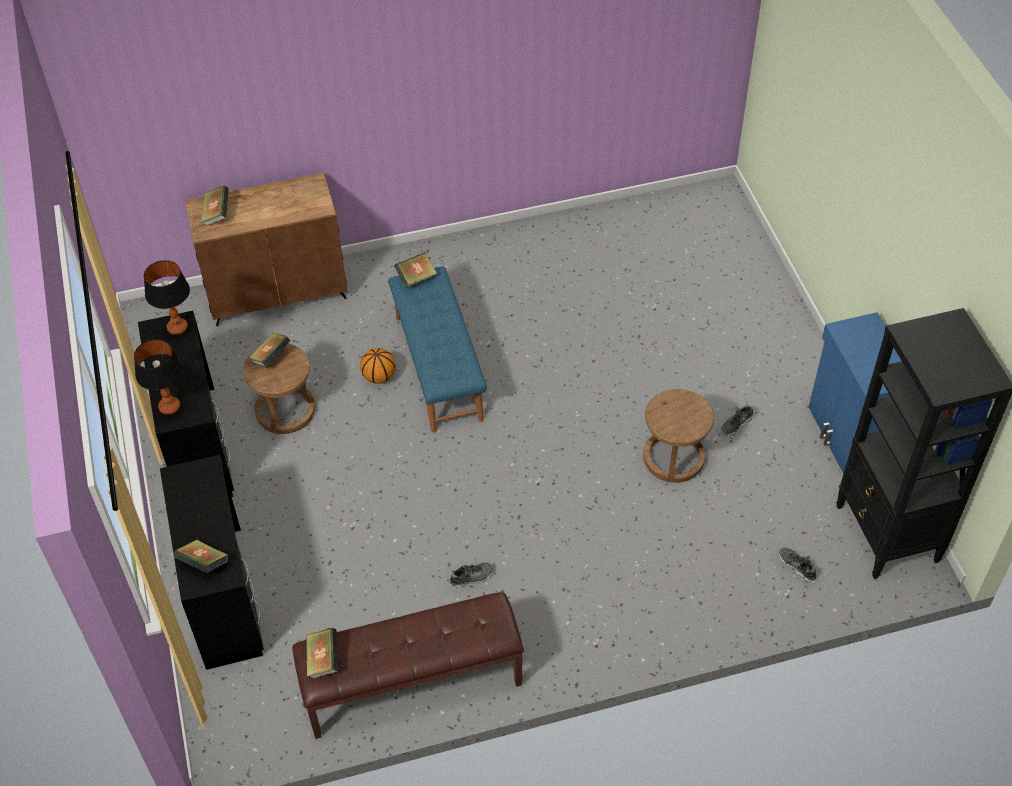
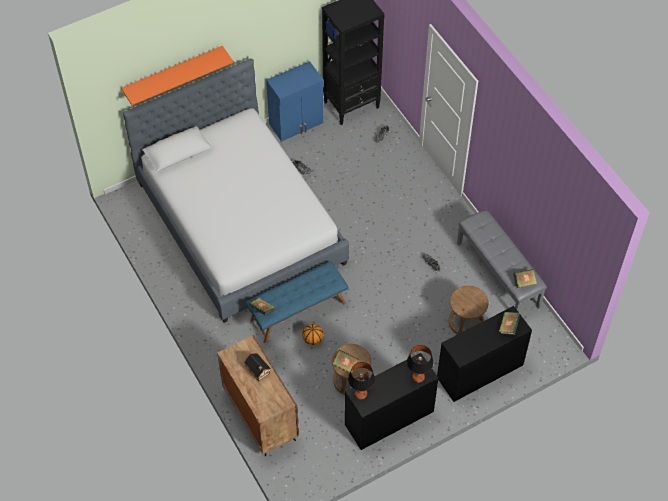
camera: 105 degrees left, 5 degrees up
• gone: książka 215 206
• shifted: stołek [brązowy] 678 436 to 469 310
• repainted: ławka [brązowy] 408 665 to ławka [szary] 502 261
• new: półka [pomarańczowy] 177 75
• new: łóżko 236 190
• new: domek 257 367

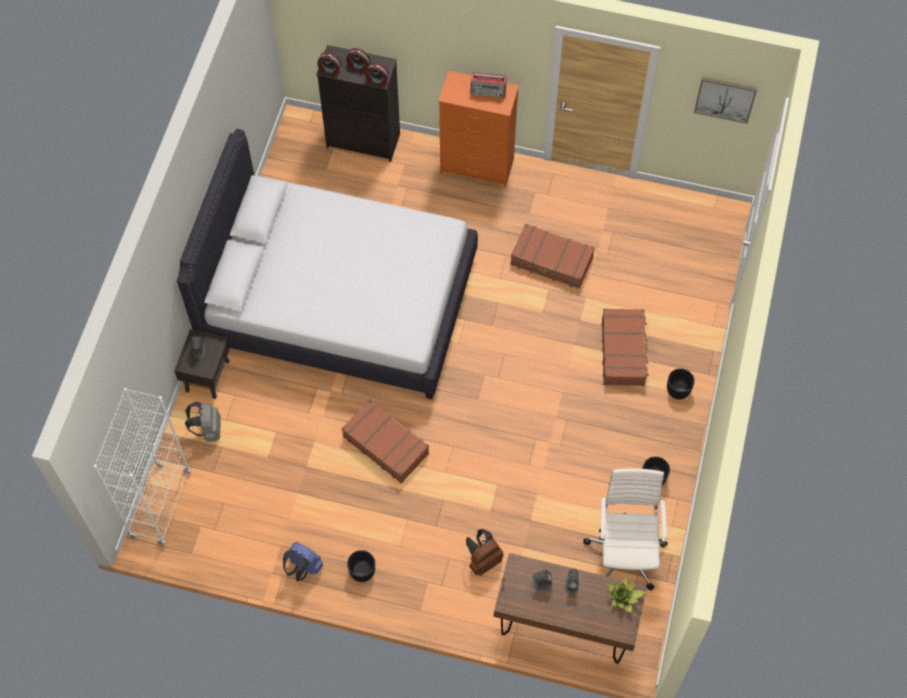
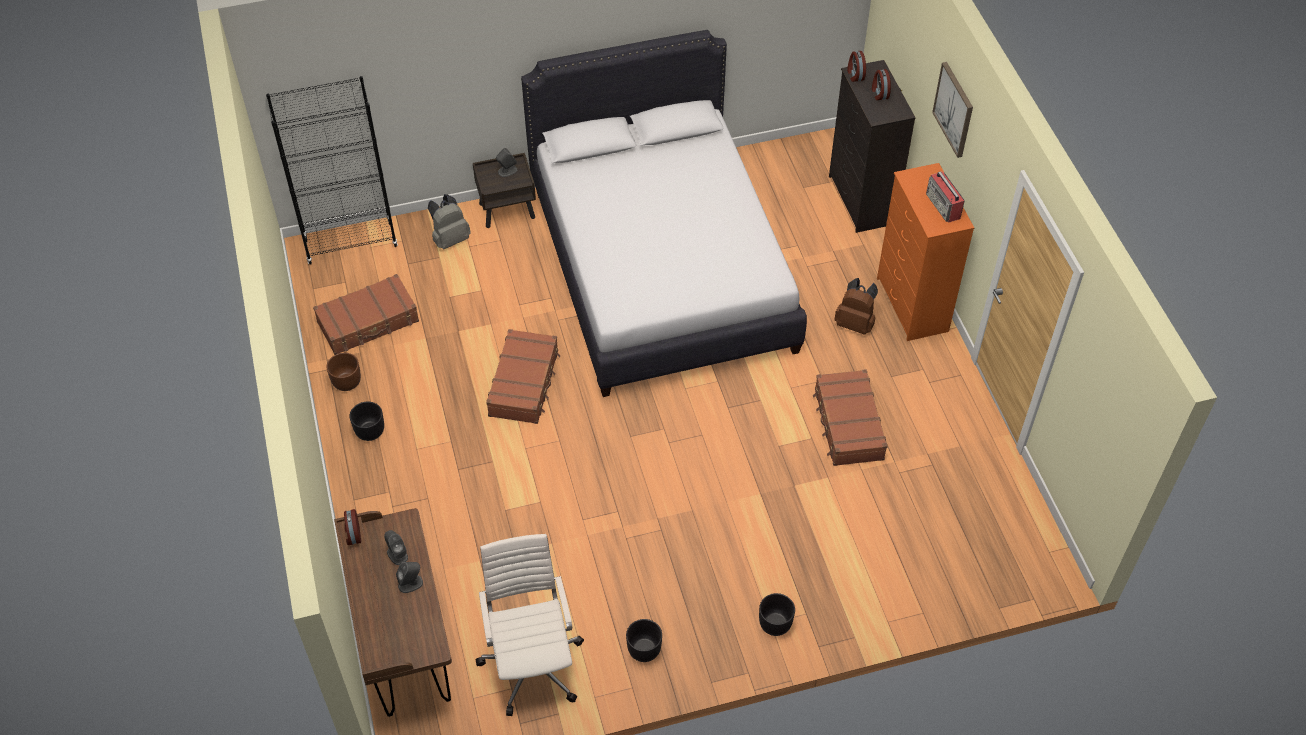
camera: 60 degrees right, 10 degrees down
• shifted: budzik 377 74 to 352 527
• shifted: obraz 725 100 to 952 110
• shifted: walizka [brązowy] 625 347 to 366 314
• repainted: regał [biały] 142 466 to regał [czarny] 332 170
• rotated: krzesło biurowe [biały] 625 529 = 530 625 75 degrees counterclockwise
• shifted: plecak [brązowy] 484 552 to 856 306
• swapped: plecak [niebieski] 303 561 to donica [brązowy] 343 372
• gone: roślina doniczkowa 627 595

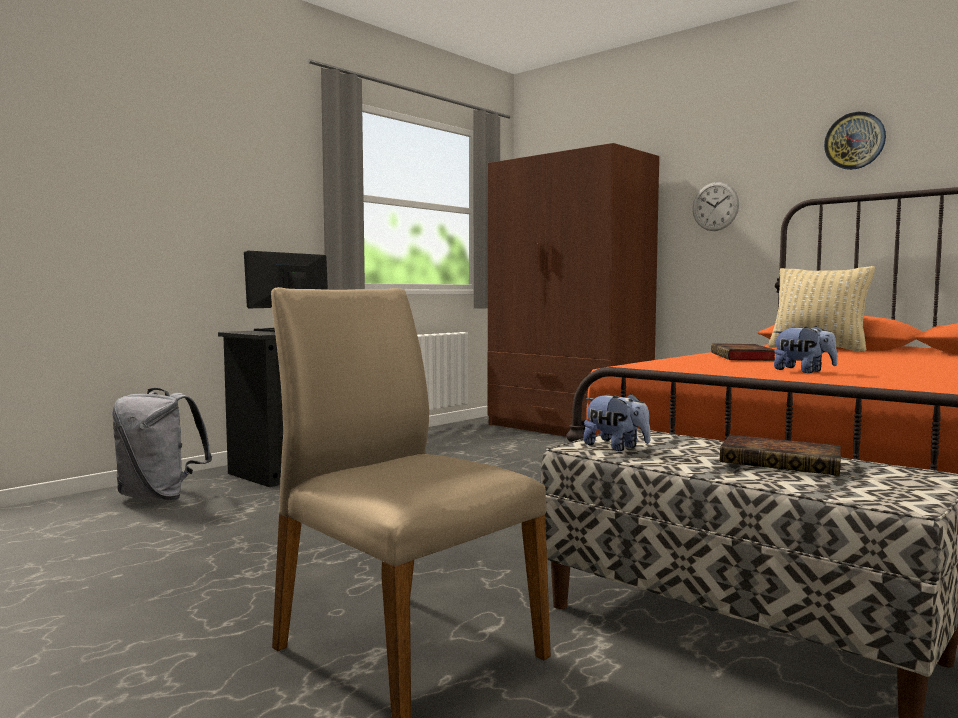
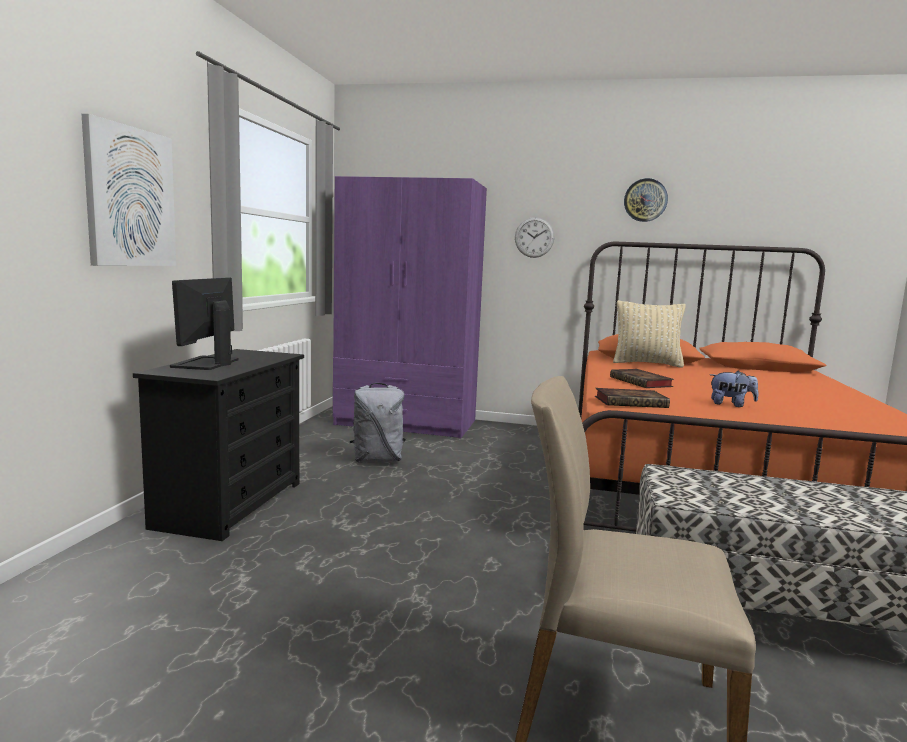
camera: 30 degrees left, 5 degrees up
• repainted: szafa [brązowy] 573 290 to szafa [fioletowy] 410 307
• shifted: plecak [szary] 162 444 to 378 423
• gone: pluszak 617 422
• shifted: książka 780 455 to 632 398
• new: obraz 129 190

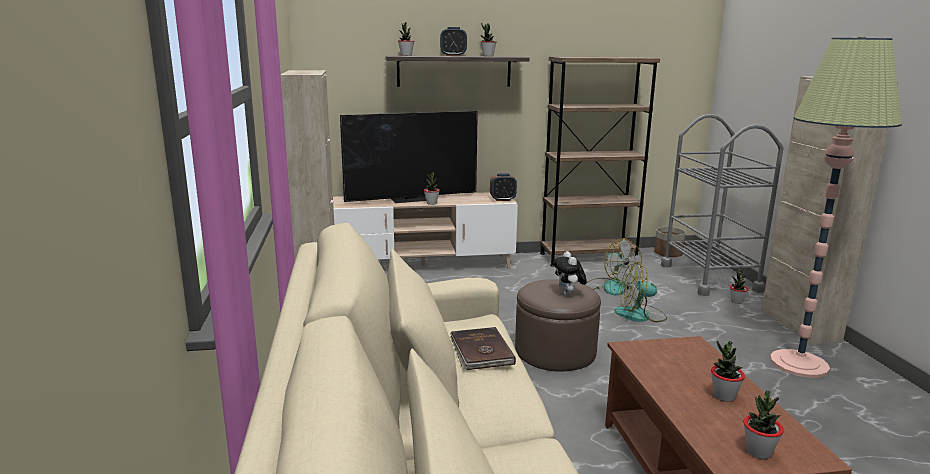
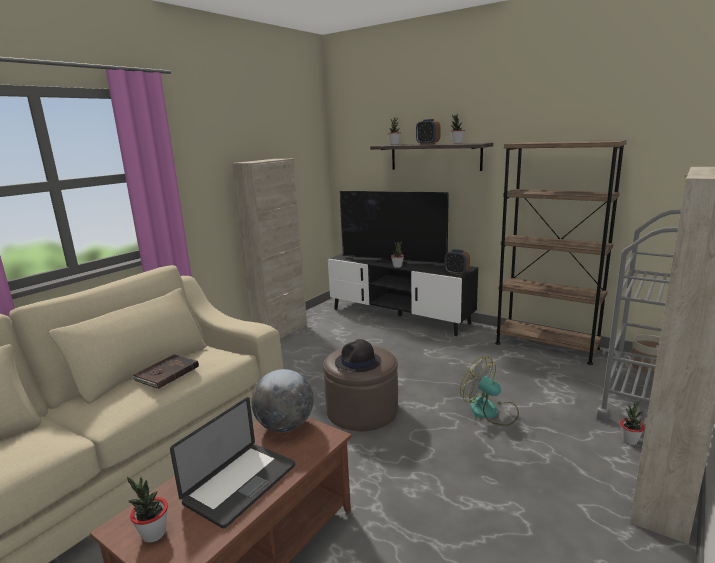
camera: 45 degrees right, 0 degrees up
• gone: lampa stojąca 836 207
• repainted: szafka pod telewizor [beżowy] 425 230 to szafka pod telewizor [czarny] 403 294
• gone: wentylator 613 267
• swapped: pluszak 570 273 to kapelusz [czarny] 358 355
• swapped: roślina doniczkowa 728 371 to laptop 232 463
• new: globus 282 400

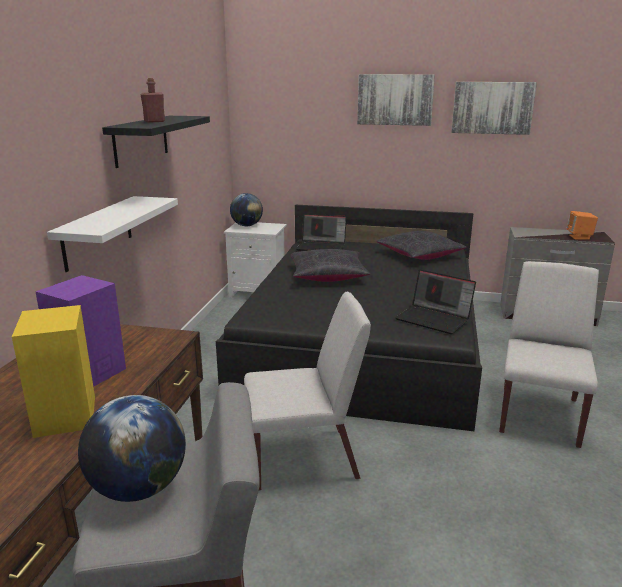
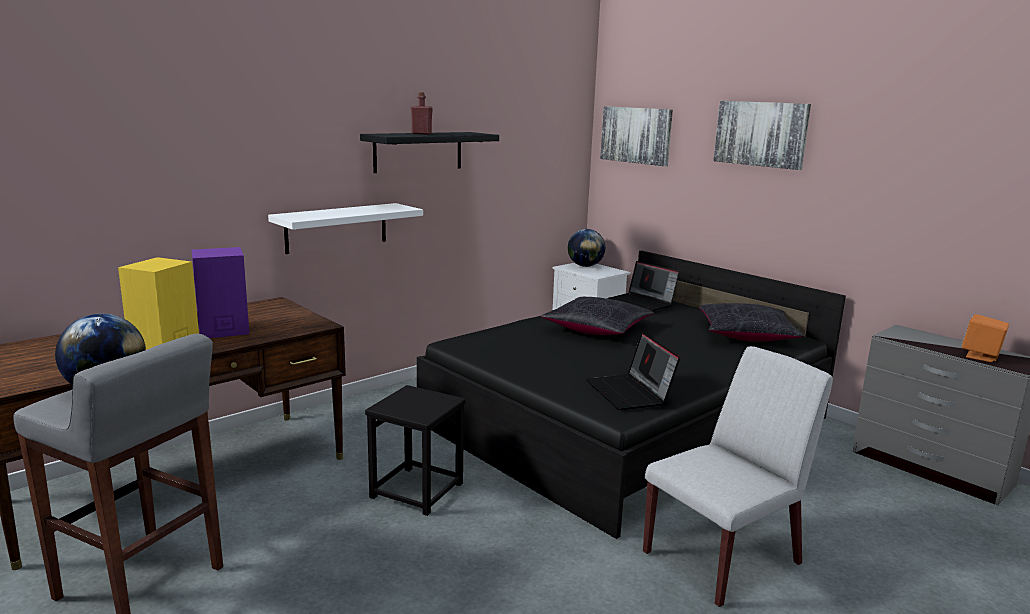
camera: 35 degrees right, 5 degrees down
• shifted: obraz 494 108 to 636 136
• swapped: krzesło [biały] 307 391 to stołek [czarny] 415 450

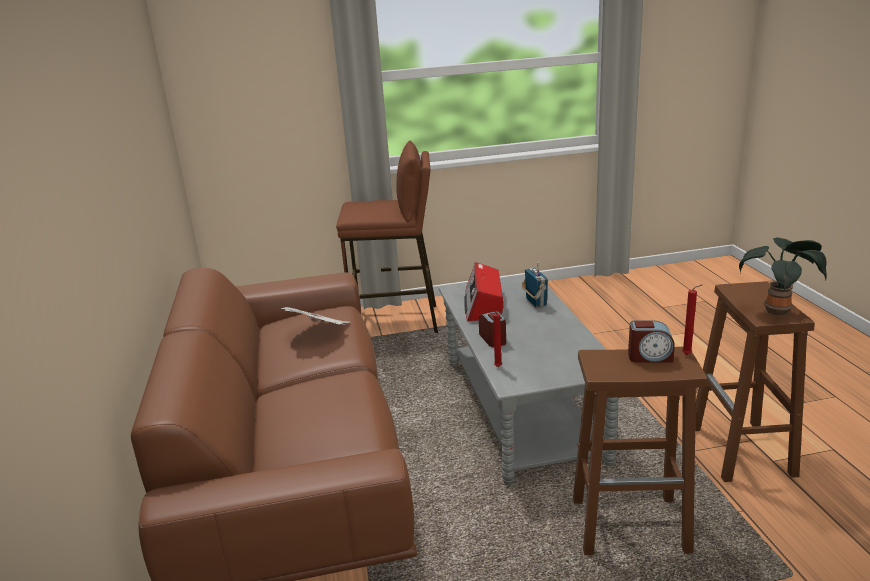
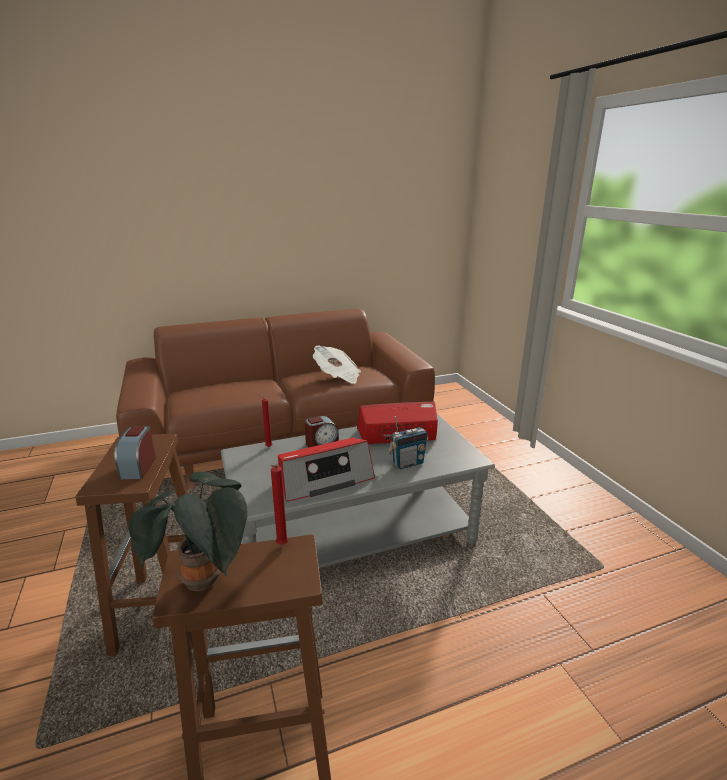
camera: 80 degrees right, 0 degrees up
• gone: stołek [brązowy] 387 237
• shifted: świeca [czerwony] 691 320 to 279 505
• new: radio 326 470

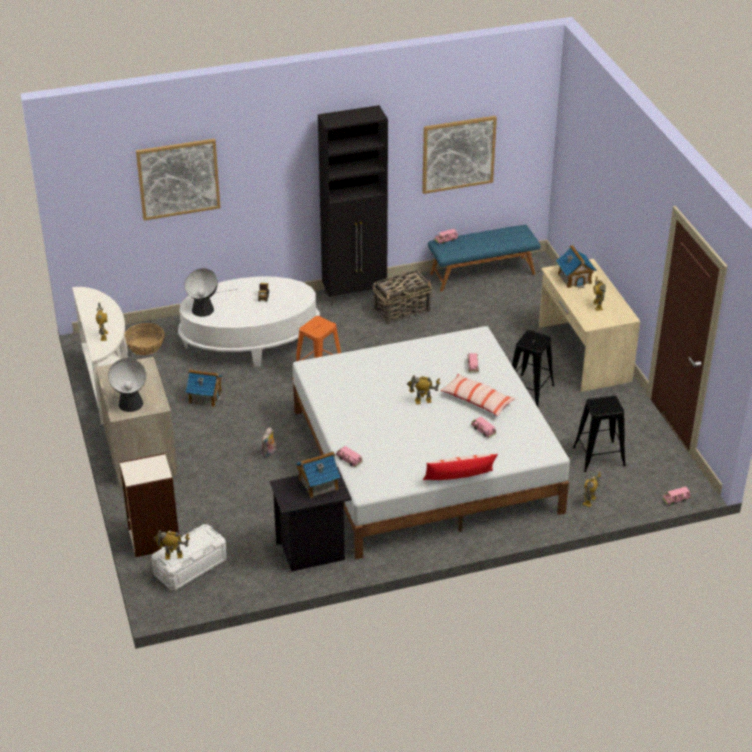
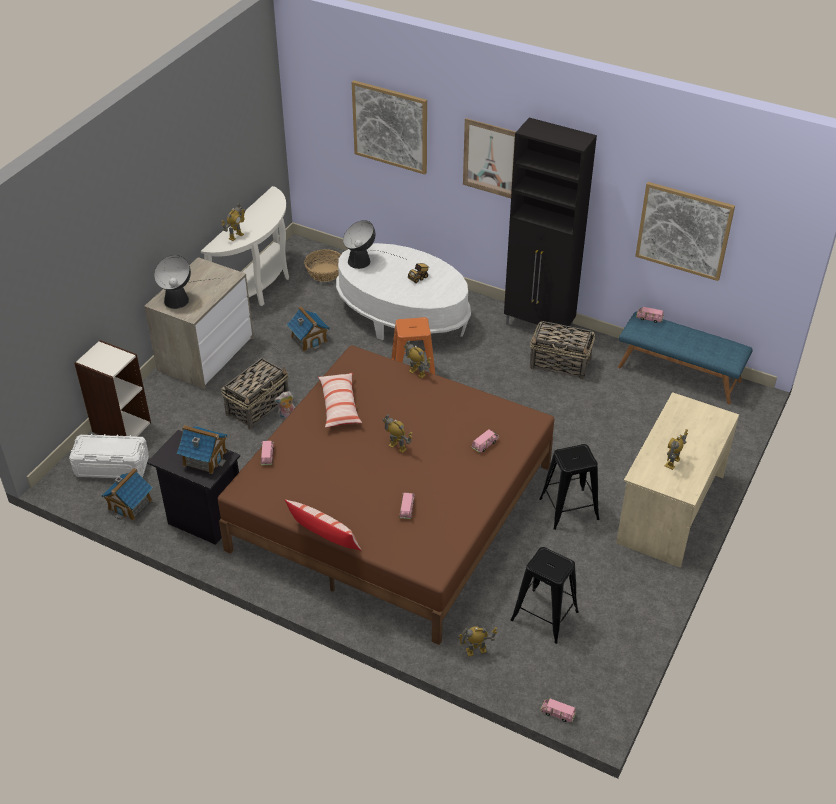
camera: 45 degrees right, 5 degrees up
• shifted: domek 576 267 to 127 494
• repainted: łóżko [biały] 431 442 to łóżko [brązowy] 386 495
• shifted: poduszka 478 395 to 340 400
• shifted: robot zabawkowy 171 545 to 417 359
• new: obraz 489 158
• new: koszyk 255 394

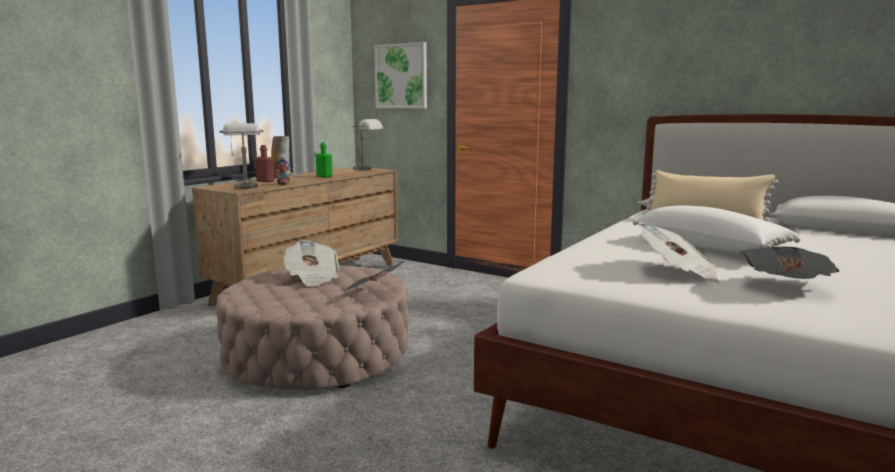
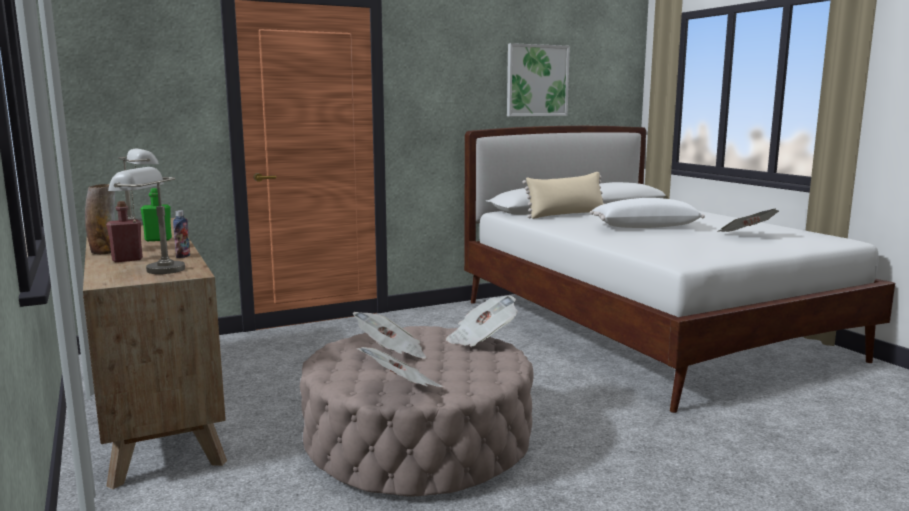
camera: 60 degrees left, 0 degrees up
• shifted: obraz 400 75 to 538 80
• shifted: gazeta 679 252 to 400 367

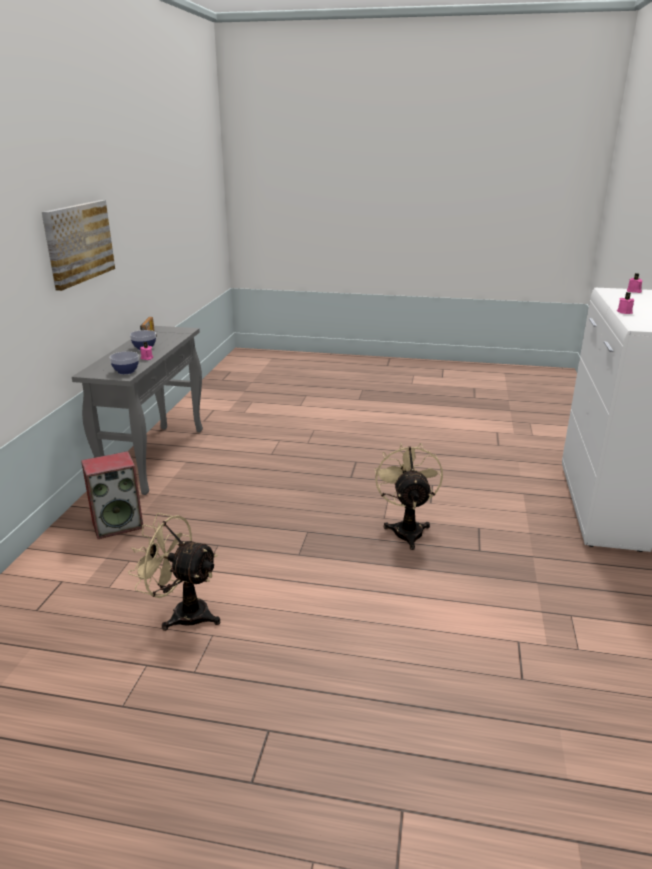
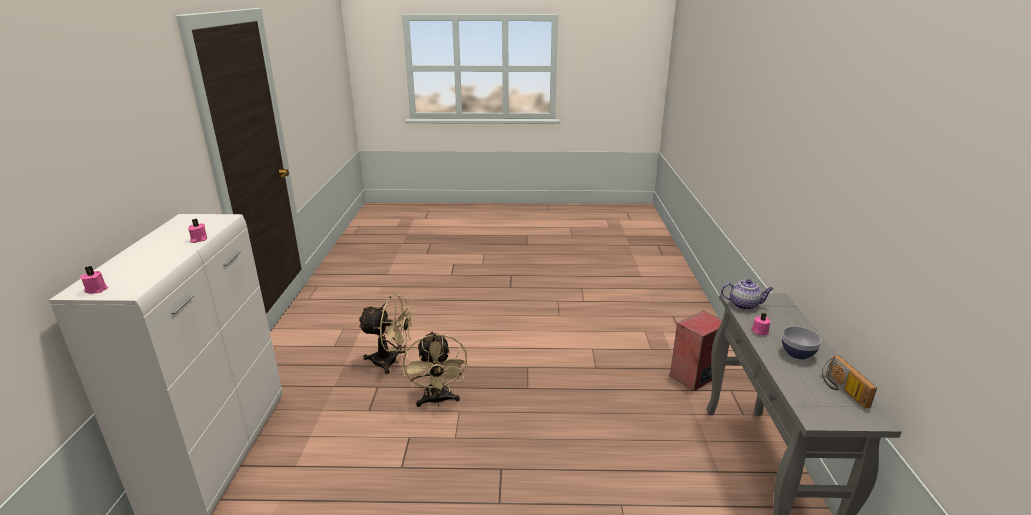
camera: 170 degrees right, 0 degrees up
• gone: obraz 78 245
• swapped: miska 124 362 to imbryk 747 294
• shifted: wentylator [beżowy] 174 572 to 386 334

